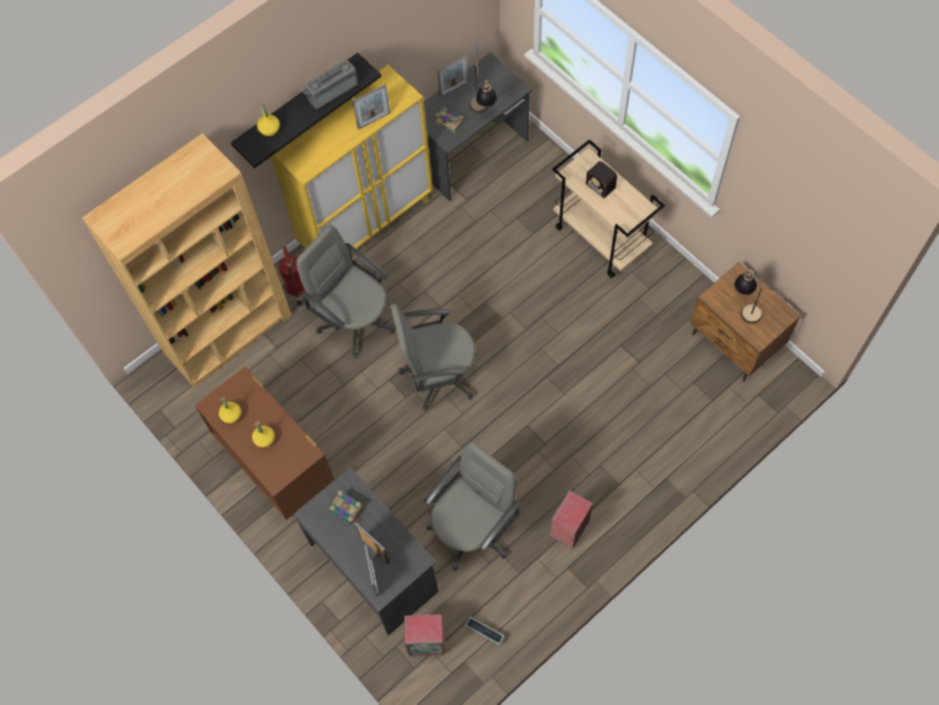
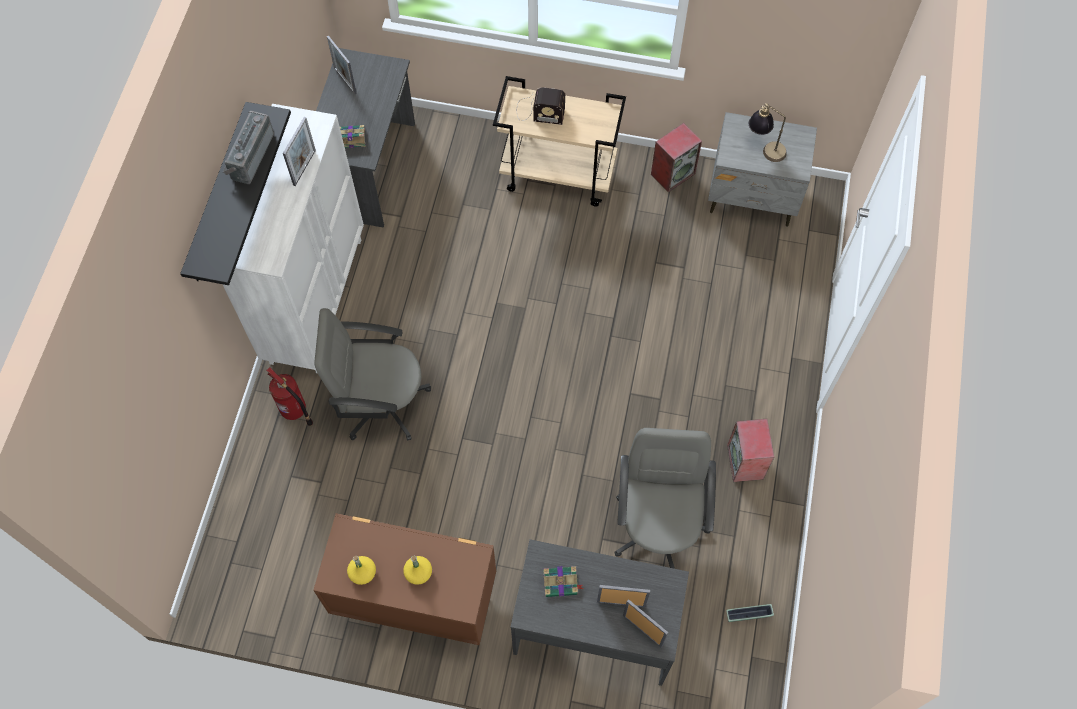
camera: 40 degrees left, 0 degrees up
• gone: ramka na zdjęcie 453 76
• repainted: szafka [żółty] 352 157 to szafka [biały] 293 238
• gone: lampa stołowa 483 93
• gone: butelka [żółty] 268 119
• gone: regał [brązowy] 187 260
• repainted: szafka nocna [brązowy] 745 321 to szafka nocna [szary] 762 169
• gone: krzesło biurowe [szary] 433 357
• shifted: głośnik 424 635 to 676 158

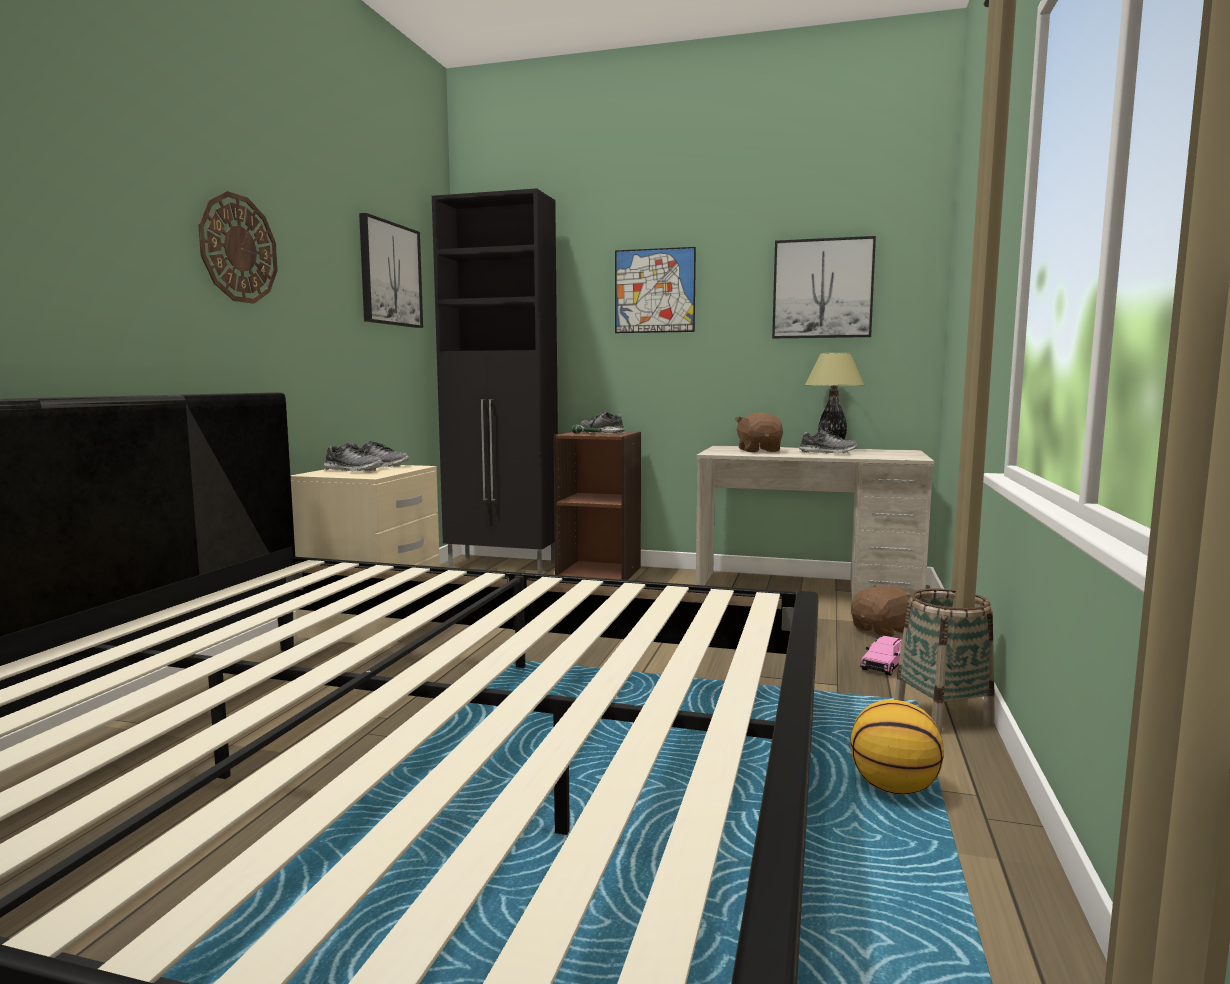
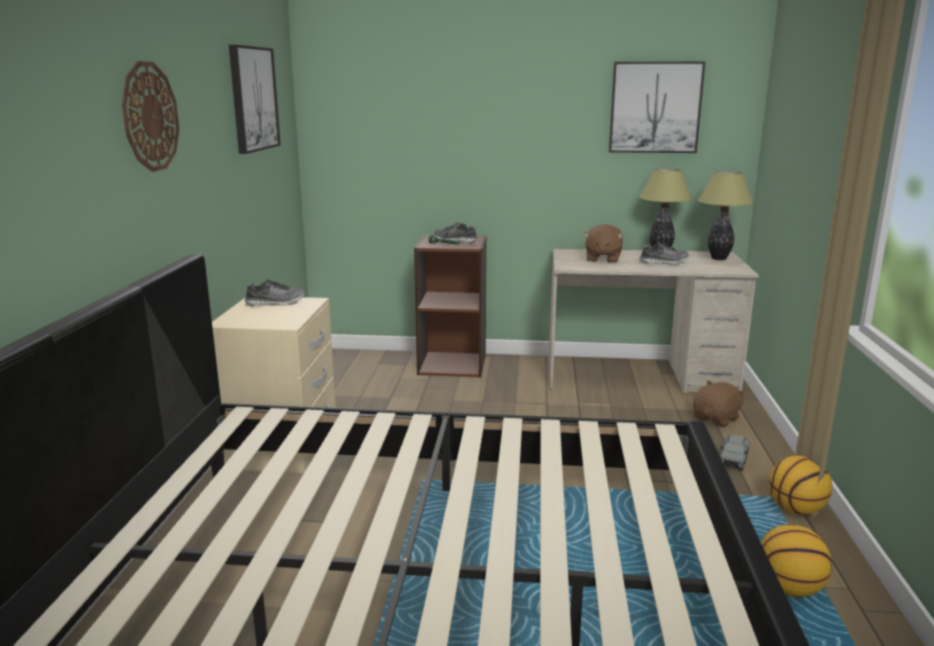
camera: 10 degrees left, 10 degrees up
• gone: szafka [czarny] 495 380
• gone: obraz 655 290
• rotated: pluszak [brązowy] 759 432 = 604 243 150 degrees counterclockwise
• gone: but 353 457
• swapped: koszyk 944 660 to piłka do koszykówki 800 485
• repainted: samochodzik [różowy] 881 656 to samochodzik [szary] 734 452
• new: lampa stołowa 725 215

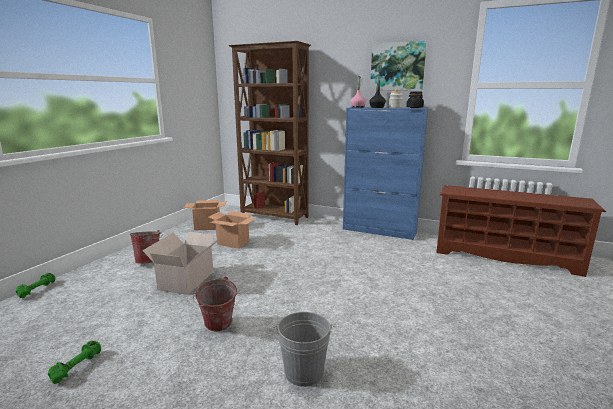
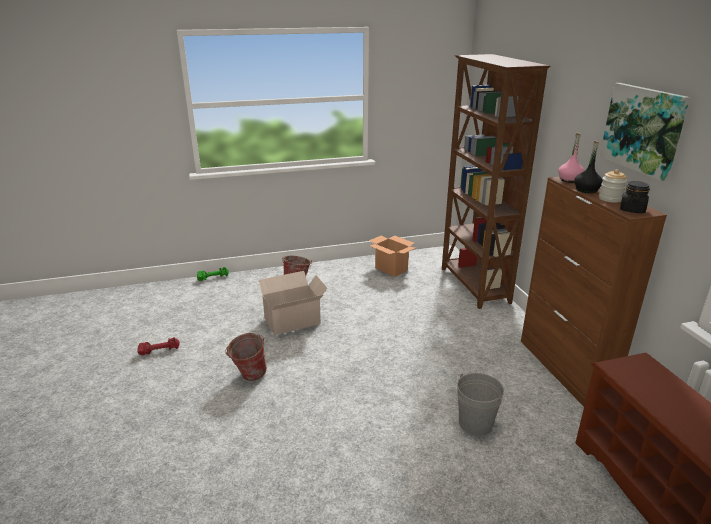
camera: 50 degrees right, 10 degrees up
• repainted: szafka [niebieski] 385 173 to szafka [brązowy] 594 292
• gone: karton 231 230
• shifted: wiadro [szary] 304 349 to 480 404
• repainted: hantel [zielony] 74 362 to hantel [czerwony] 158 346

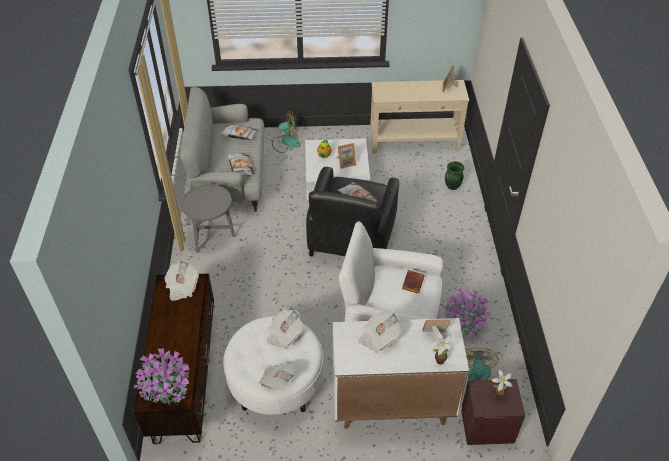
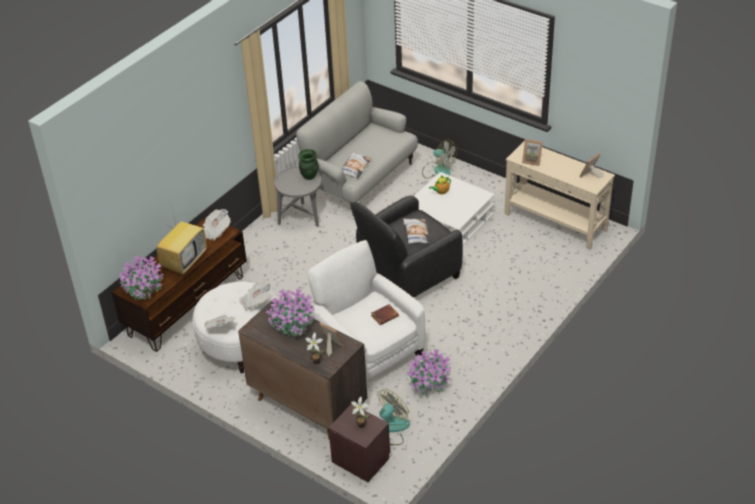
camera: 40 degrees right, 5 degrees down
• gone: poduszka 238 132
• shifted: ramka na zdjęcie 346 156 to 532 152
• shifted: wazon [zielony] 454 175 to 308 164
• swapped: gazeta 380 331 to roślina doniczkowa 290 313
• repainted: szafka [biały] 401 373 to szafka [brązowy] 302 370
• new: telewizor 182 241

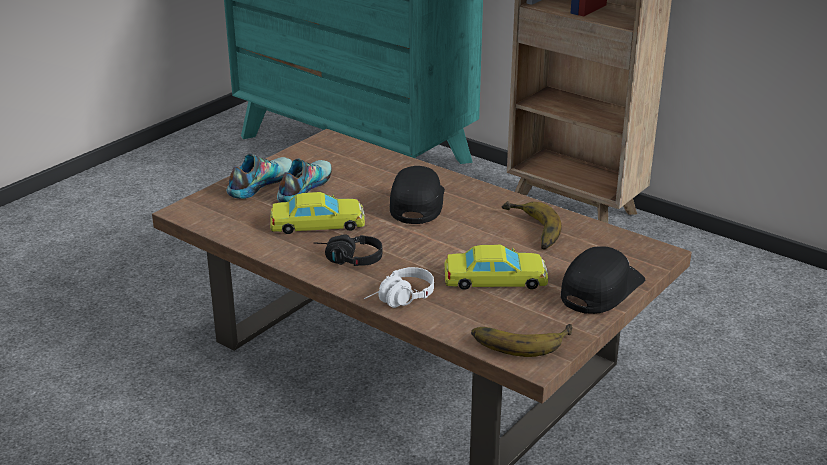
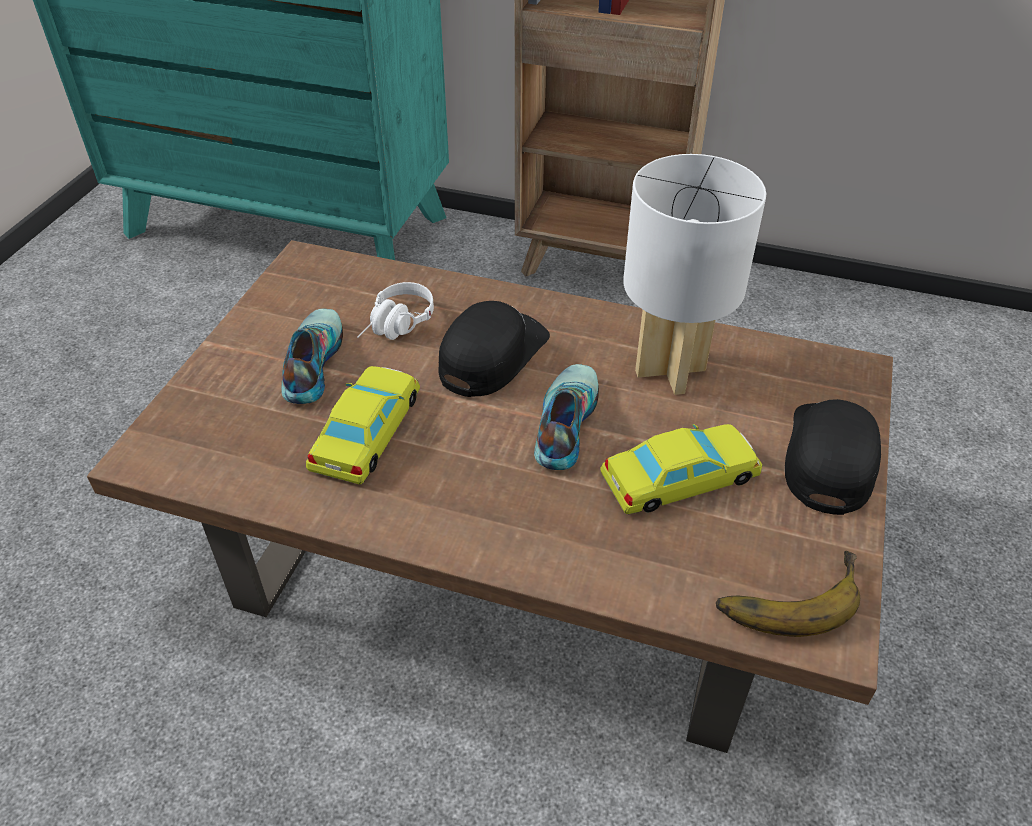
camera: 20 degrees left, 15 degrees up
• shifted: but 259 176 to 566 417
• rotated: czapka z daszkiem [czarny] 417 195 = 494 349 45 degrees clockwise
• rotated: samochodzik [żółty] 317 213 = 363 425 45 degrees counterclockwise
• swapped: banan 532 225 to lampa stołowa [biały] 694 274
• gone: słuchawki [czarny] 348 250
• shifted: słuchawki [biały] 399 287 to 395 311

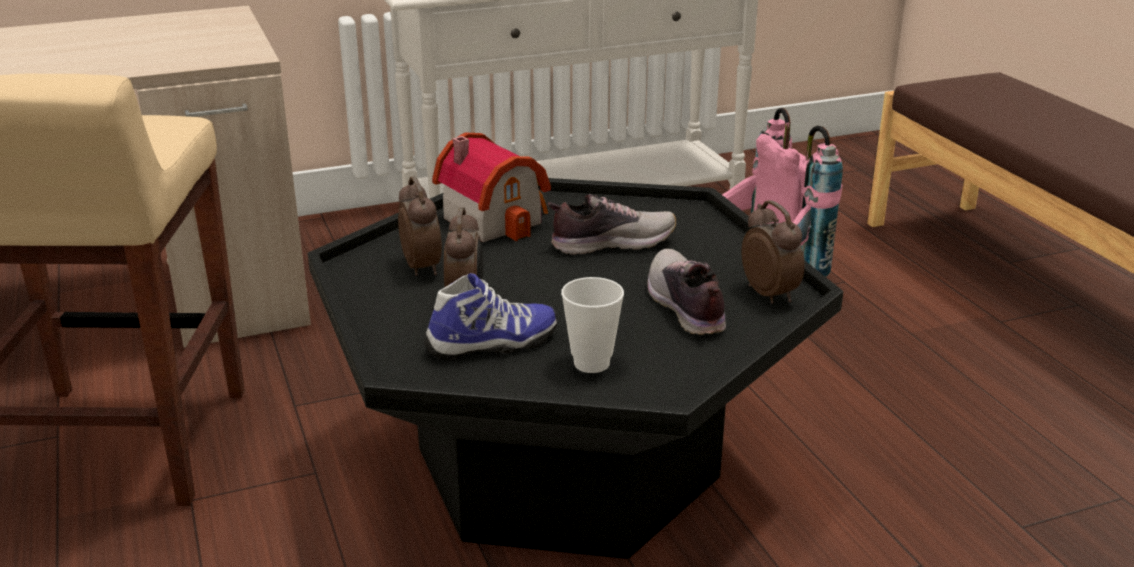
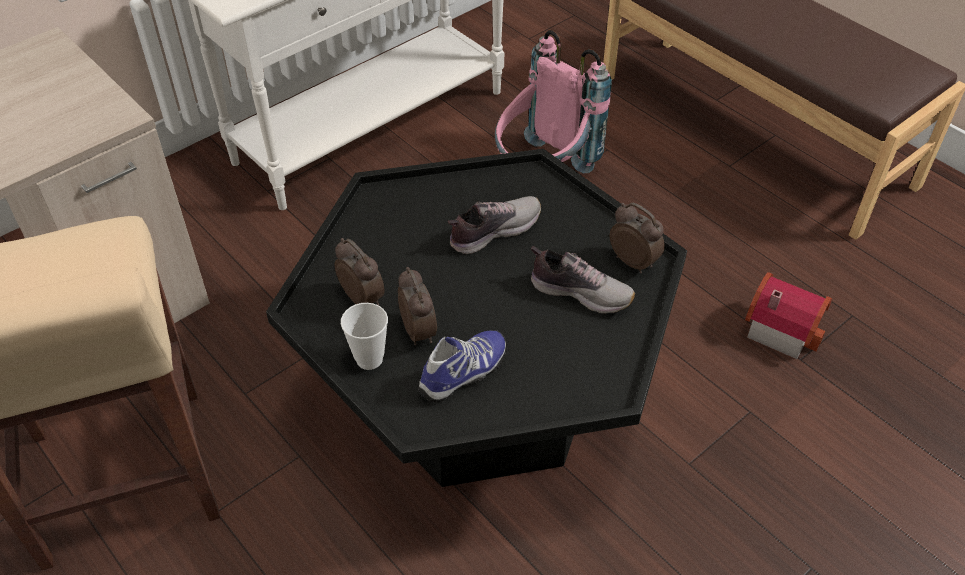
camera: 20 degrees left, 20 degrees up
• shifted: domek 491 187 to 788 315
• rotated: but 686 292 = 583 279 150 degrees clockwise
• shifted: filiżanka 592 325 to 364 336

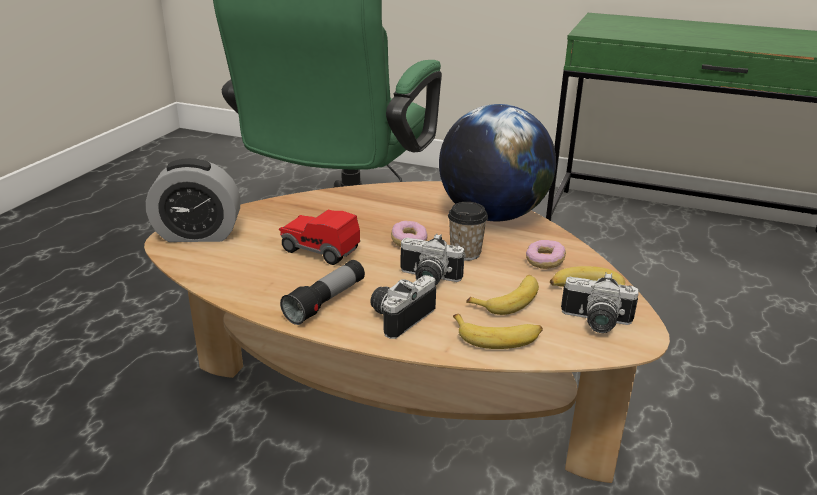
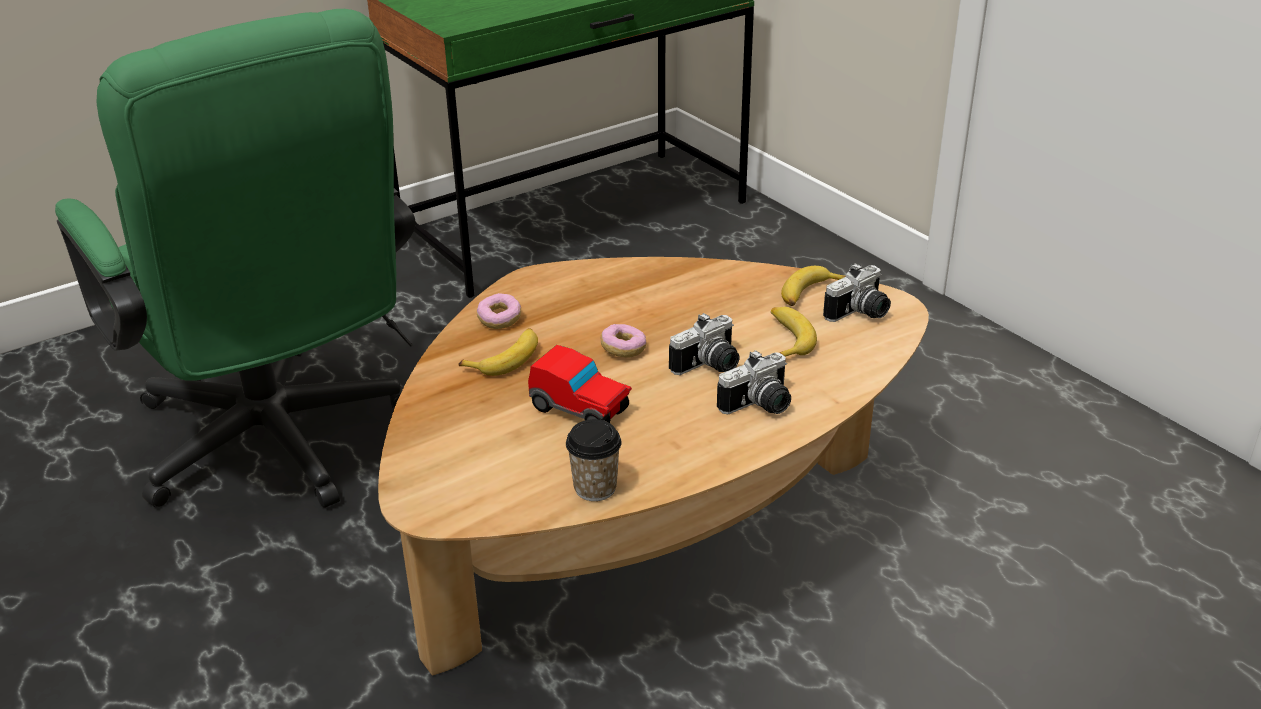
camera: 55 degrees left, 5 degrees up
• gone: globus 497 163
• gone: budzik 193 200
• shifted: filiżanka 468 231 to 594 460
• rotated: samochodzik 319 237 = 580 384 120 degrees counterclockwise
• shifted: donut 546 254 to 499 311
• gone: latarka 322 292
• rotated: aparat fotograficzny 403 307 = 754 382 105 degrees counterclockwise
• shifted: banan 498 331 to 498 352

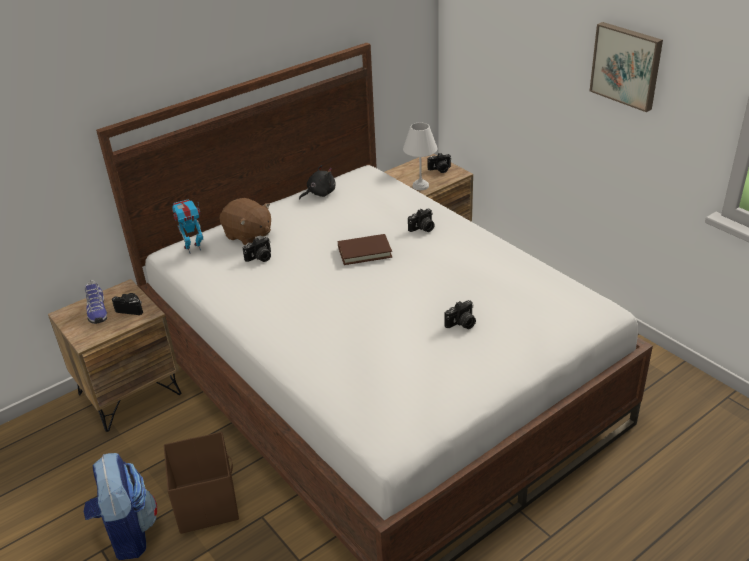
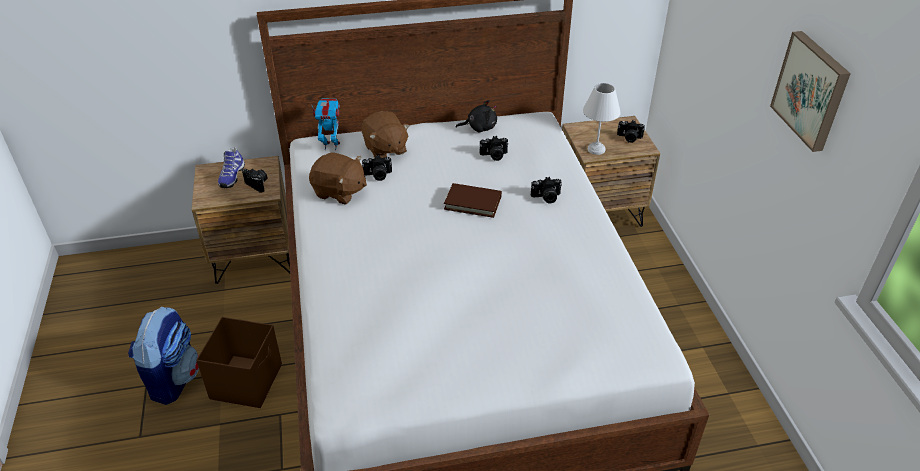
camera: 25 degrees right, 5 degrees up
• shifted: aparat fotograficzny 460 314 to 494 148
• new: pluszak [brązowy] 338 178

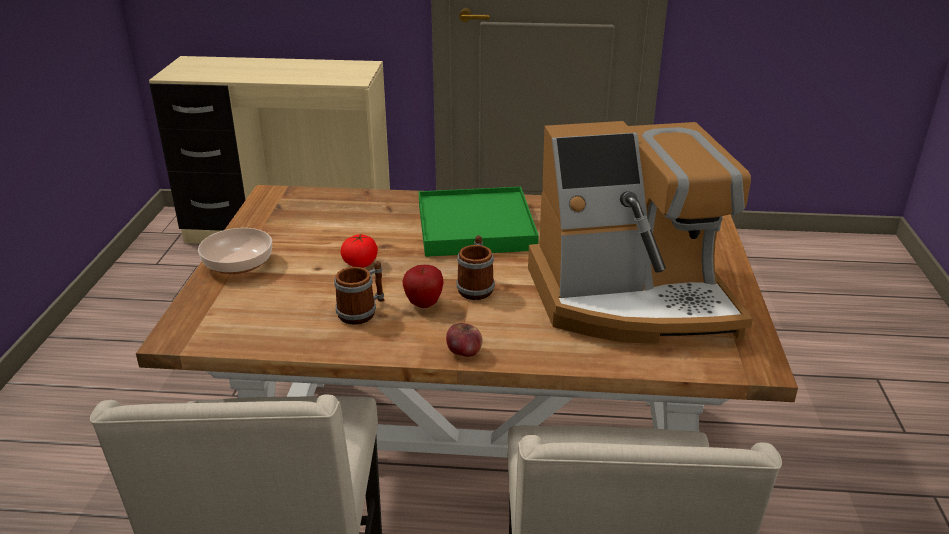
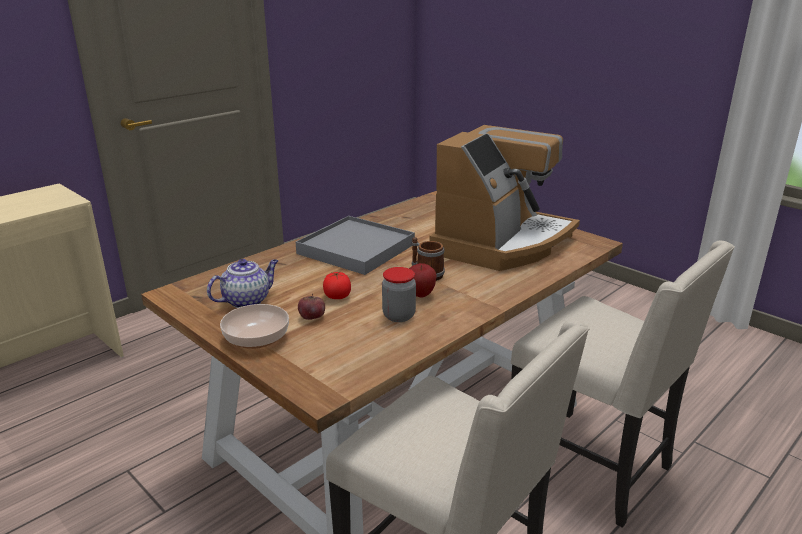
camera: 50 degrees left, 5 degrees down
• repainted: taca [zielony] 479 222 to taca [szary] 355 245
• swapped: kubek 359 293 to słoik 399 294
• shifted: jabłko 464 340 to 311 307
• new: imbryk 242 283

